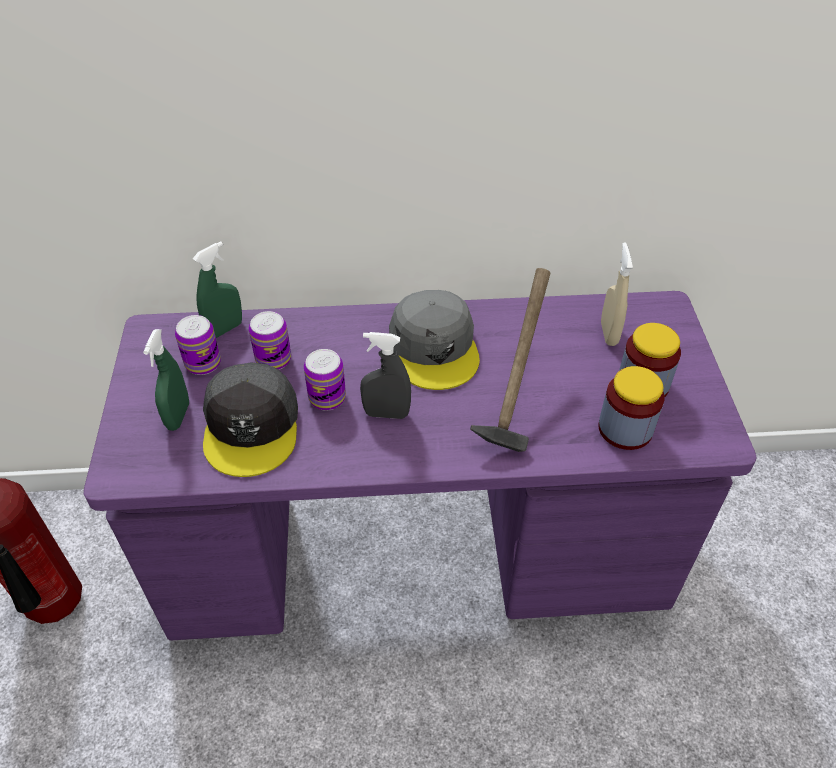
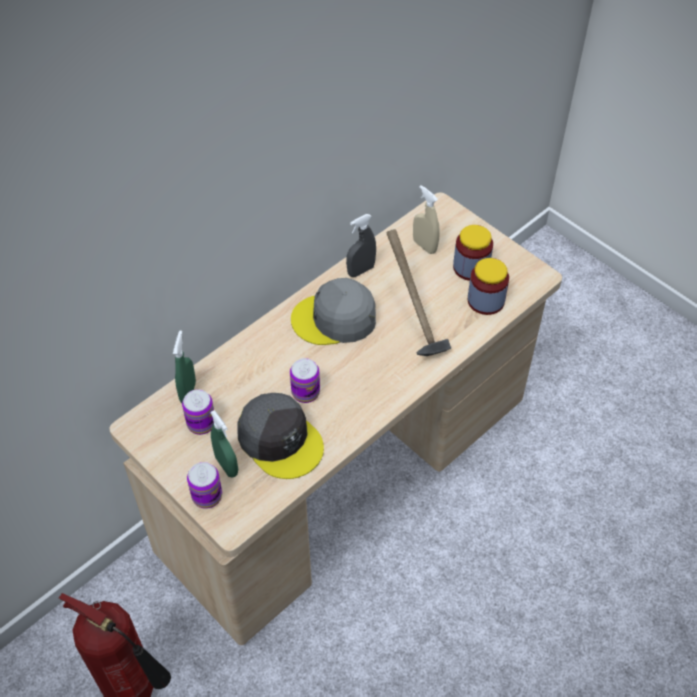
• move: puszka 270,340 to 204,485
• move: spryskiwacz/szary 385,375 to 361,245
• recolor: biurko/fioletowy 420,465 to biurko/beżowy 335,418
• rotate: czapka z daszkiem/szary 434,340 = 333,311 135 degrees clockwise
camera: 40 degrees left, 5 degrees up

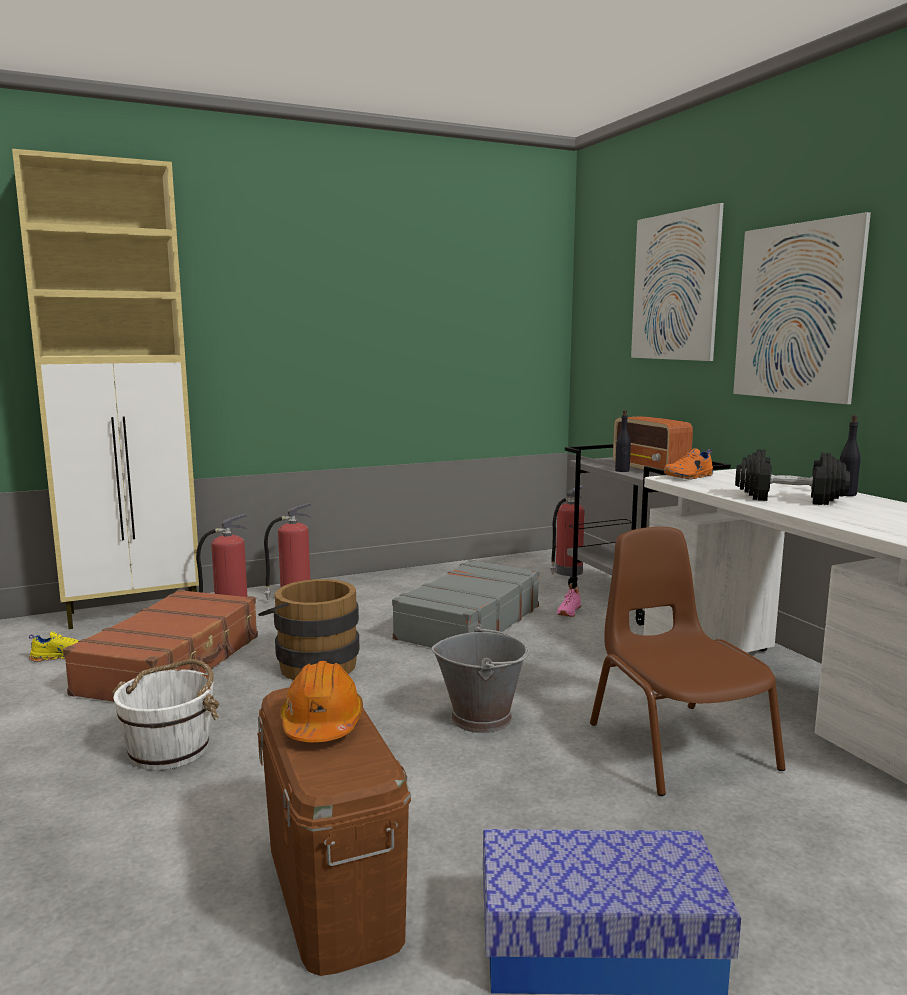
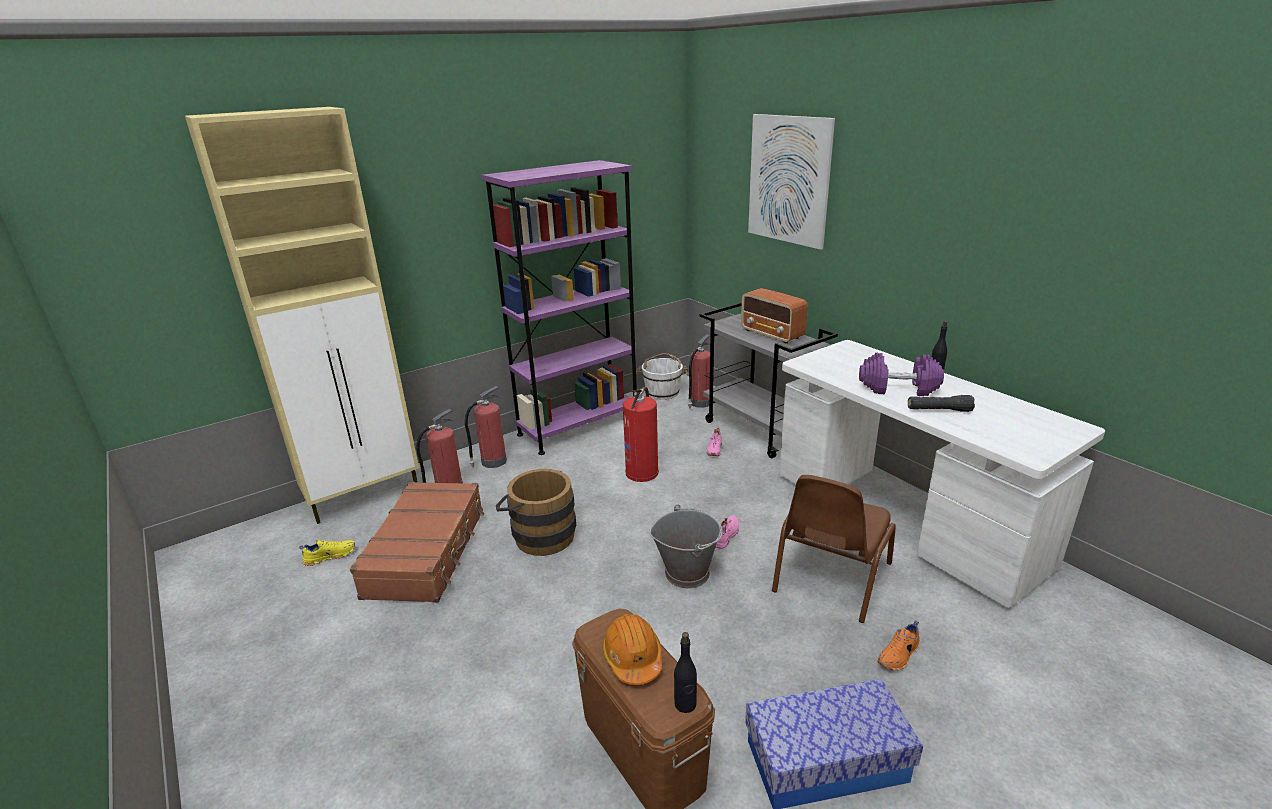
• delete: obraz 802,308
• insert: regał/fioletowy 559,307
• insert: but/różowy 727,532
• insert: latarka/czarny 941,403
• move: wiadro/biały 166,714 to 662,376
• move: butelka/czarny 623,441 to 685,672
• move: but/pomarańczowy 688,464 to 898,646
• replace: walizka/szary 465,603 to gaśnica 641,434
• recolor: hantel/czarny 792,477 to hantel/fioletowy 901,374
• rotate: krzesło/brązowy 687,661 = 834,549 120 degrees counterclockwise
camera: 10 degrees left, 15 degrees up

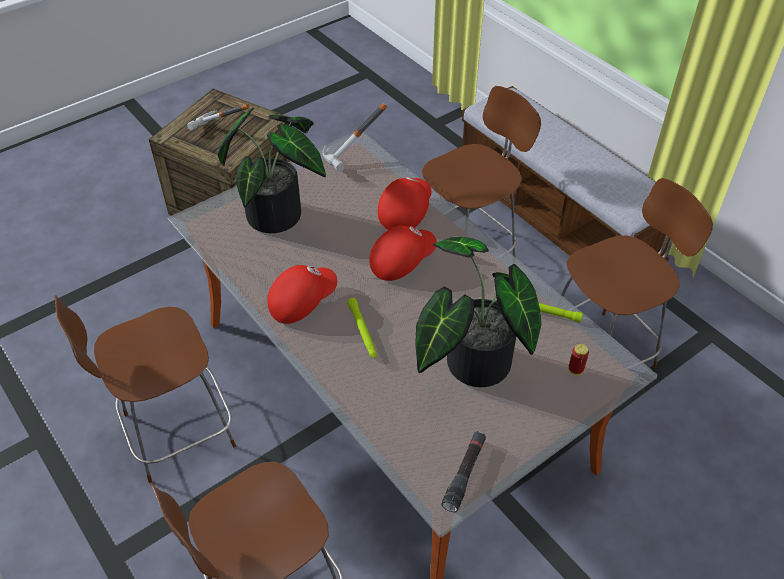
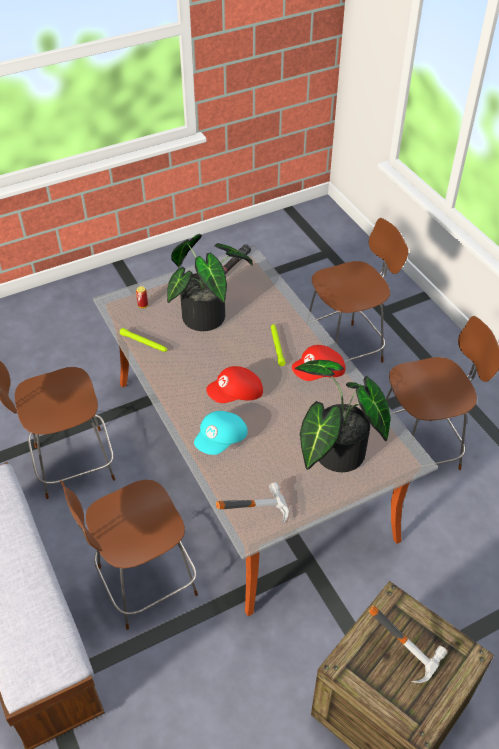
• recolor: czapka z daszkiem/czerwony 405,203 to czapka z daszkiem/turkusowy 221,433
camera: 170 degrees left, 0 degrees up

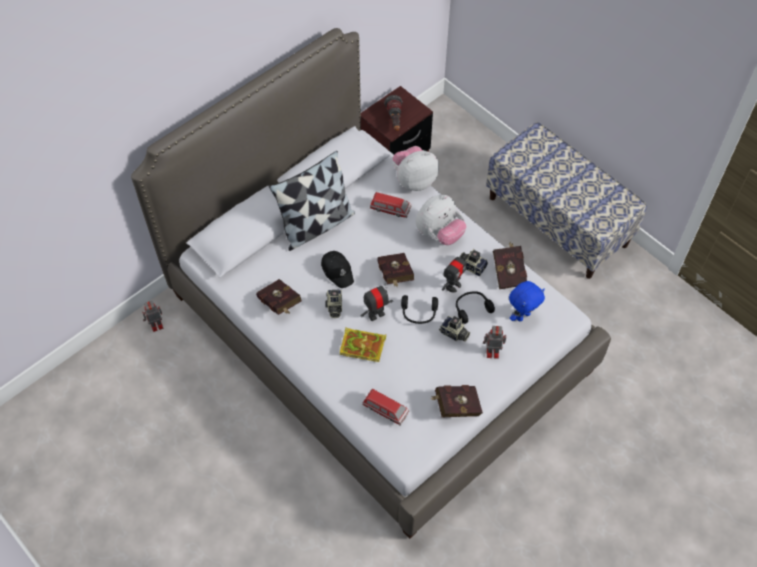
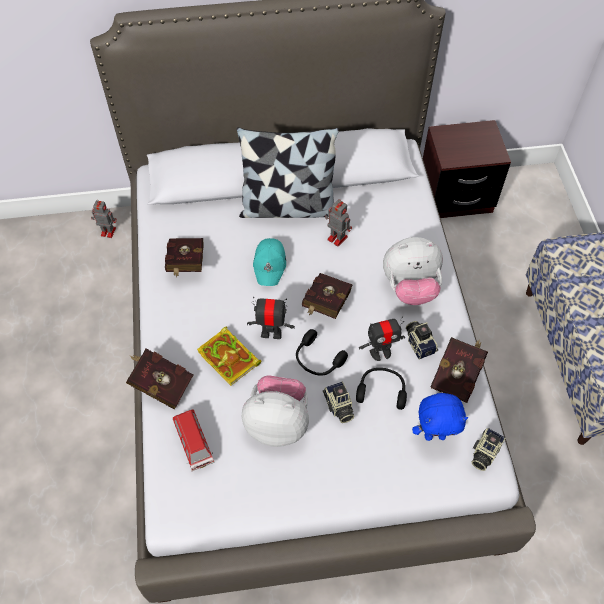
• delete: samochodzik 390,205
• delete: latarka 393,113
• move: aparat fotograficzny 334,303 to 489,449
• move: pluszak 416,168 to 275,411
• move: książka/czerwony 456,401 to 159,379
• move: robot zabawkowy 494,342 to 338,223
• recolor: czapka z daszkiem/czarny 337,269 to czapka z daszkiem/turkusowy 269,262
camera: 35 degrees right, 0 degrees up

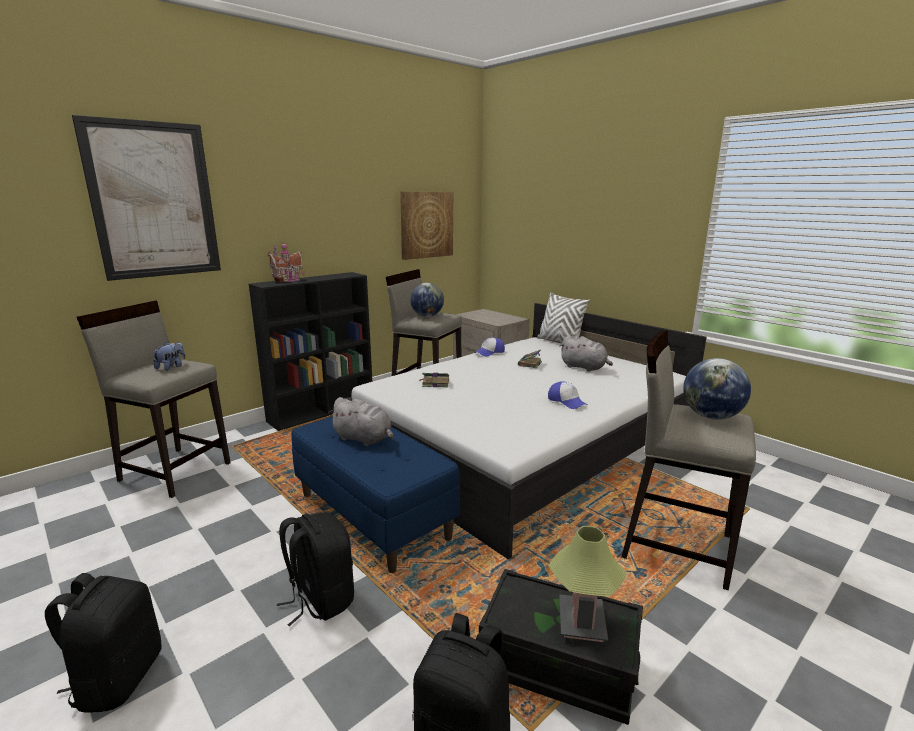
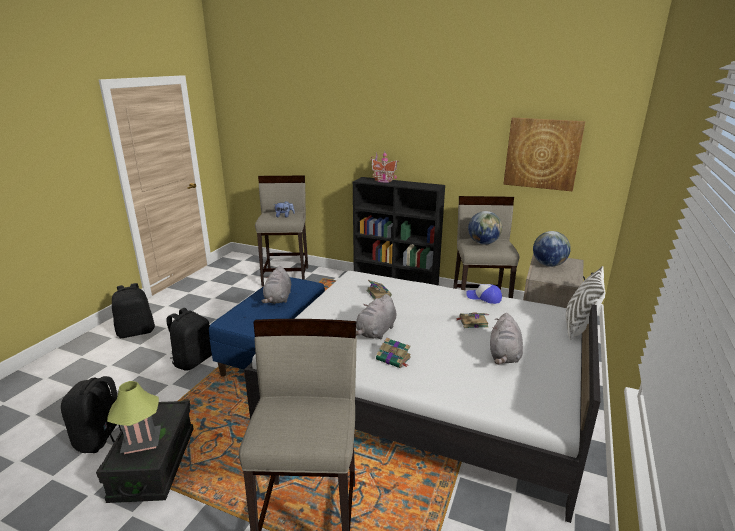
• delete: obraz 146,198
• insert: pluszak/szary 376,317
• move: globus 717,389 to 552,249
• replace: czapka z daszkiem 567,395 to książka 393,353
camera: 65 degrees right, 5 degrees up

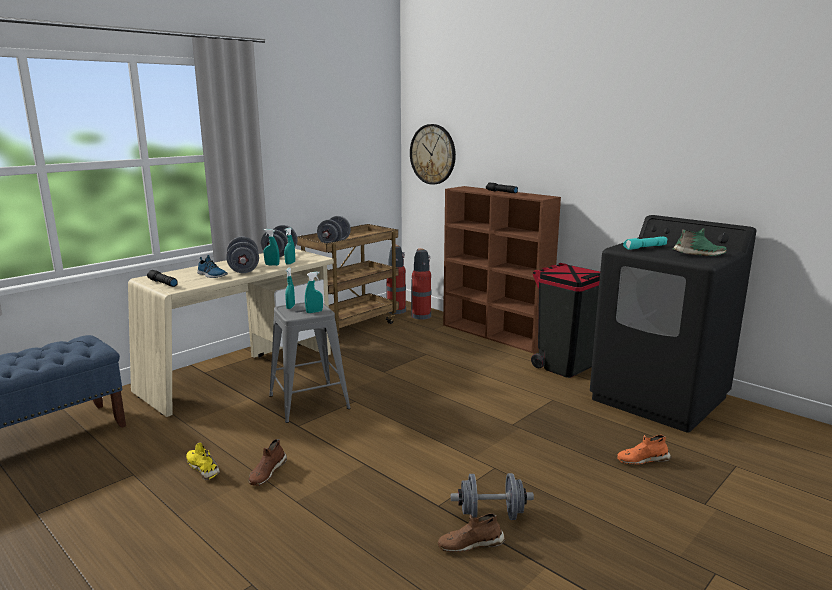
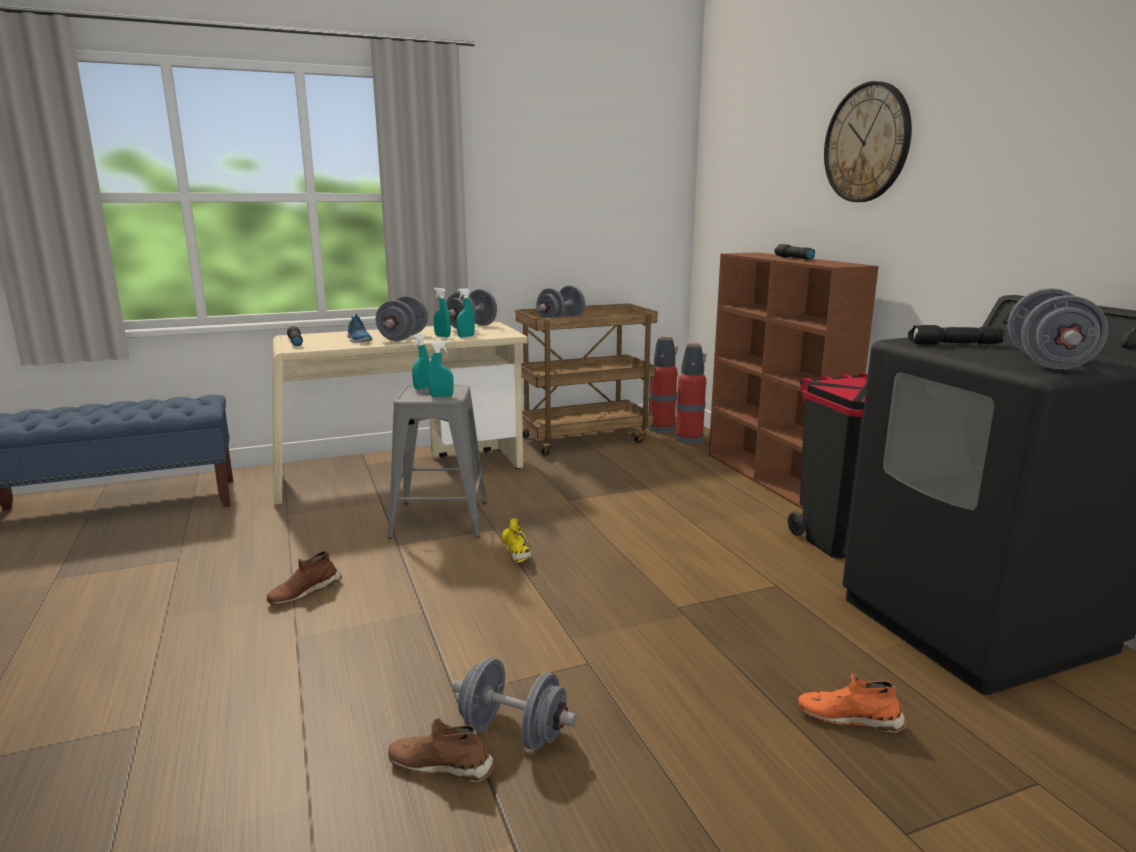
• move: but/żółty 203,461 to 517,540
• move: zegar ścienny 433,154 to 868,141
• replace: but/zielony 699,242 to hantel/szary 1057,328
• recolor: latarka/turkusowy 645,243 to latarka/czarny 956,335
camera: 25 degrees right, 0 degrees up

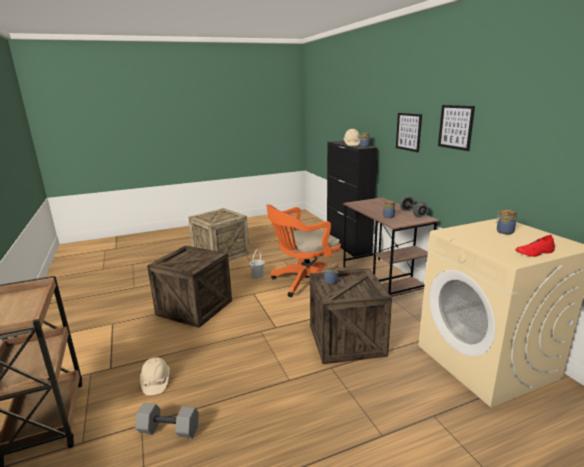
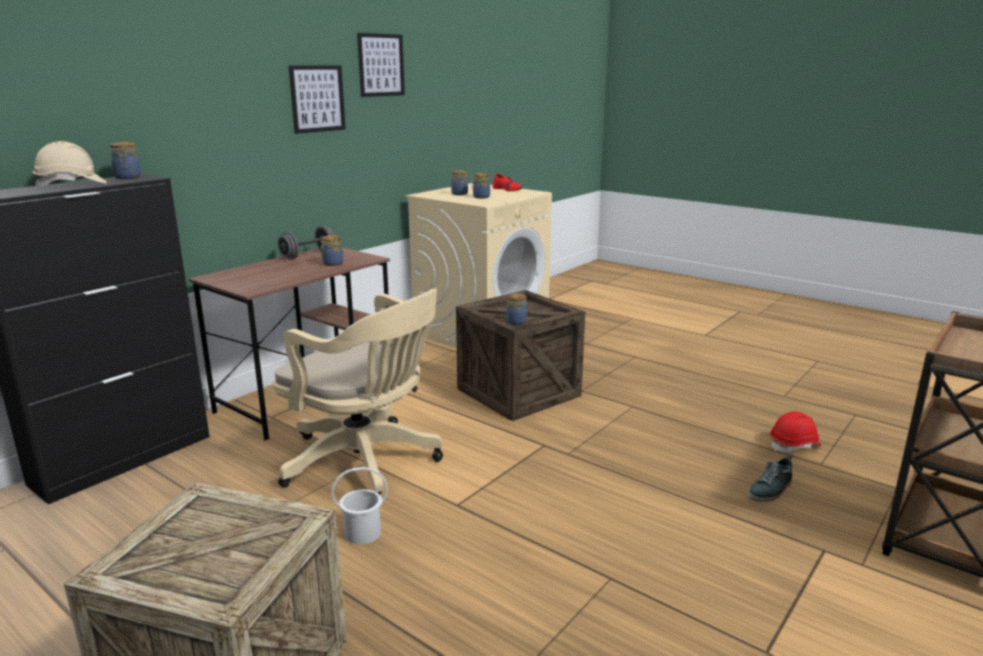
• delete: skrzynka 189,287
• insert: słoik 480,186
• move: obraz 409,132 to 381,65
• replace: hantel/szary 167,420 to kask/czerwony 796,431
• replace: kask/beżowy 155,376 to but 770,478
• recolor: krzesło biurowe/pomarańczowy 303,251 to krzesło biurowe/beżowy 357,391
camera: 120 degrees left, 0 degrees up

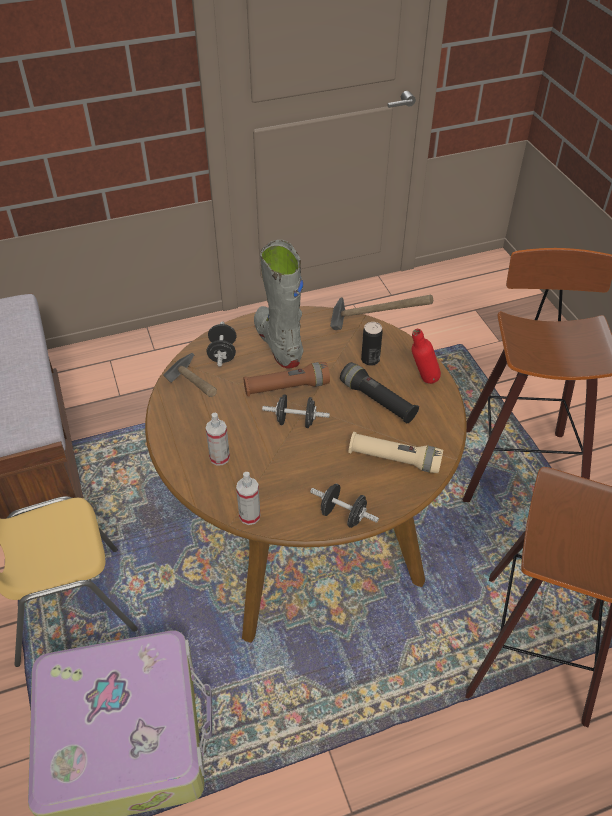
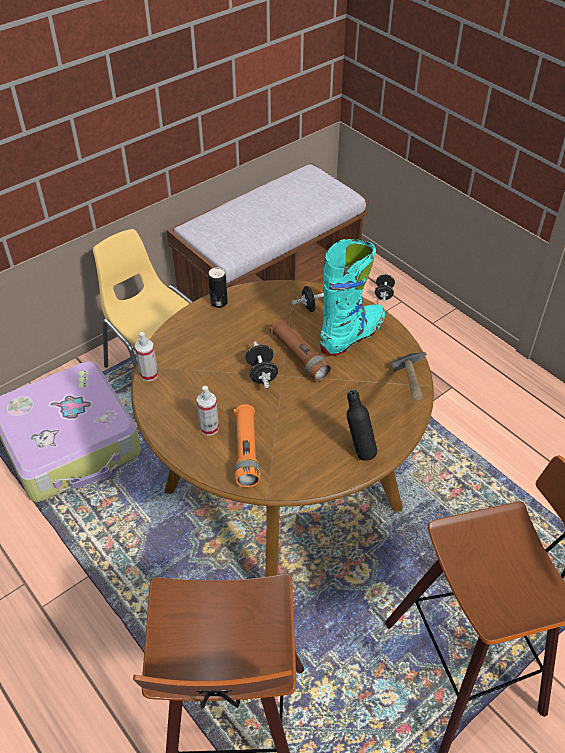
• delete: młotek 190,375
• delete: latarka/czarny 379,392
• move: spryskiwacz 217,439 to 208,411
• move: hantel/czarny 344,506 to 385,287
• move: puszka 372,344 to 218,287
• recolor: but z cholewką/szary 278,304 to but z cholewką/turkusowy 352,297
• recolor: latarka/beżowy 395,452 to latarka/pomarańczowy 247,445
• recolor: butelka/czerwony 426,356 to butelka/czarny 362,425
camera: 70 degrees right, 0 degrees up

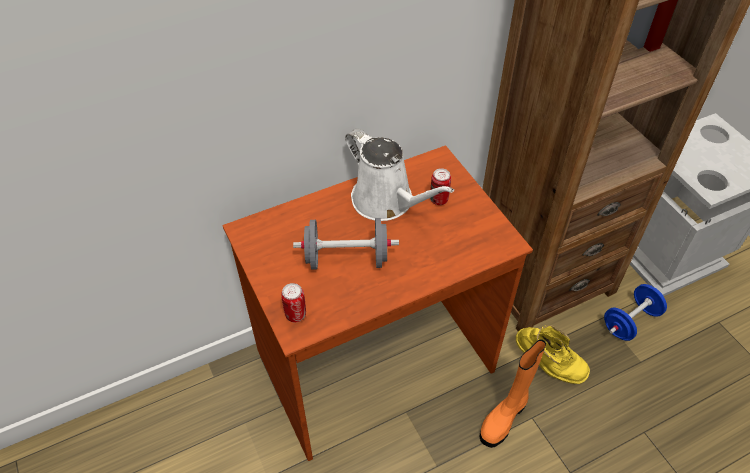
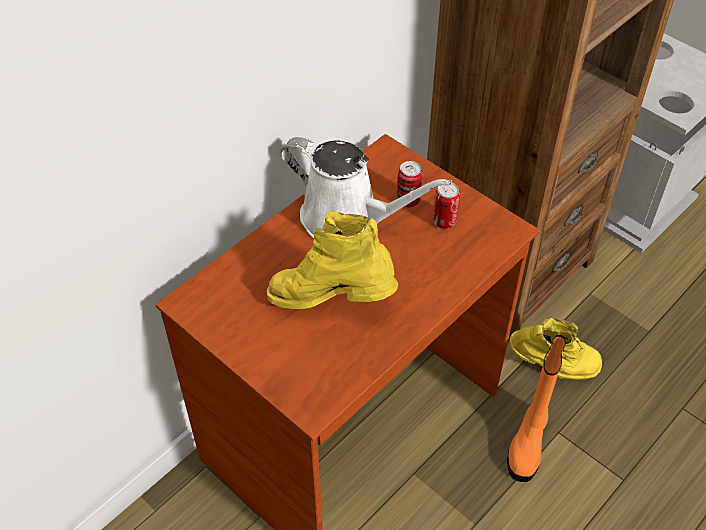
• delete: hantel/niebieski 635,312
• move: puszka 293,302 to 446,206
• replace: hantel/szary 346,244 to but z cholewką/żółty 332,260
camera: 20 degrees left, 0 degrees up

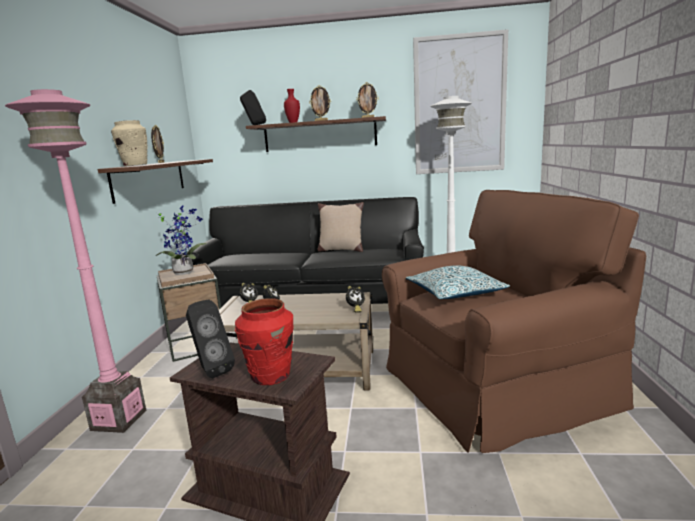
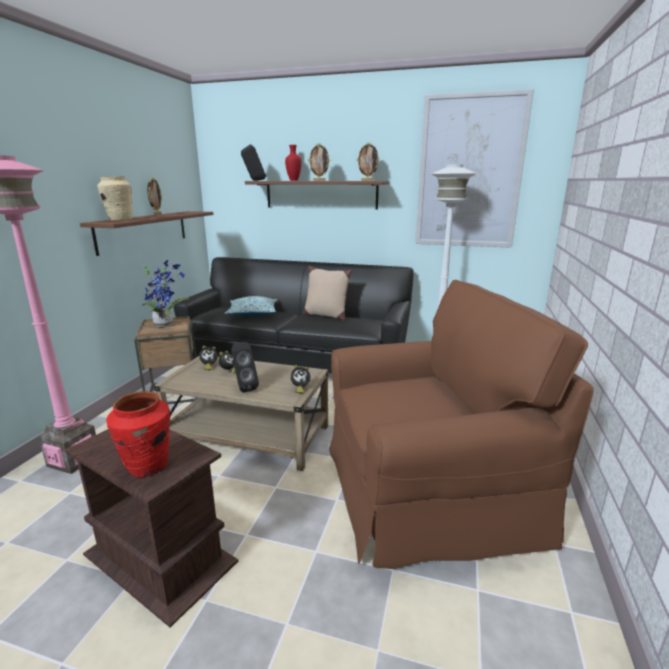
• move: głośnik/czarny 210,338 to 245,367
• move: poduszka 458,282 to 251,305
camera: 10 degrees right, 5 degrees up

